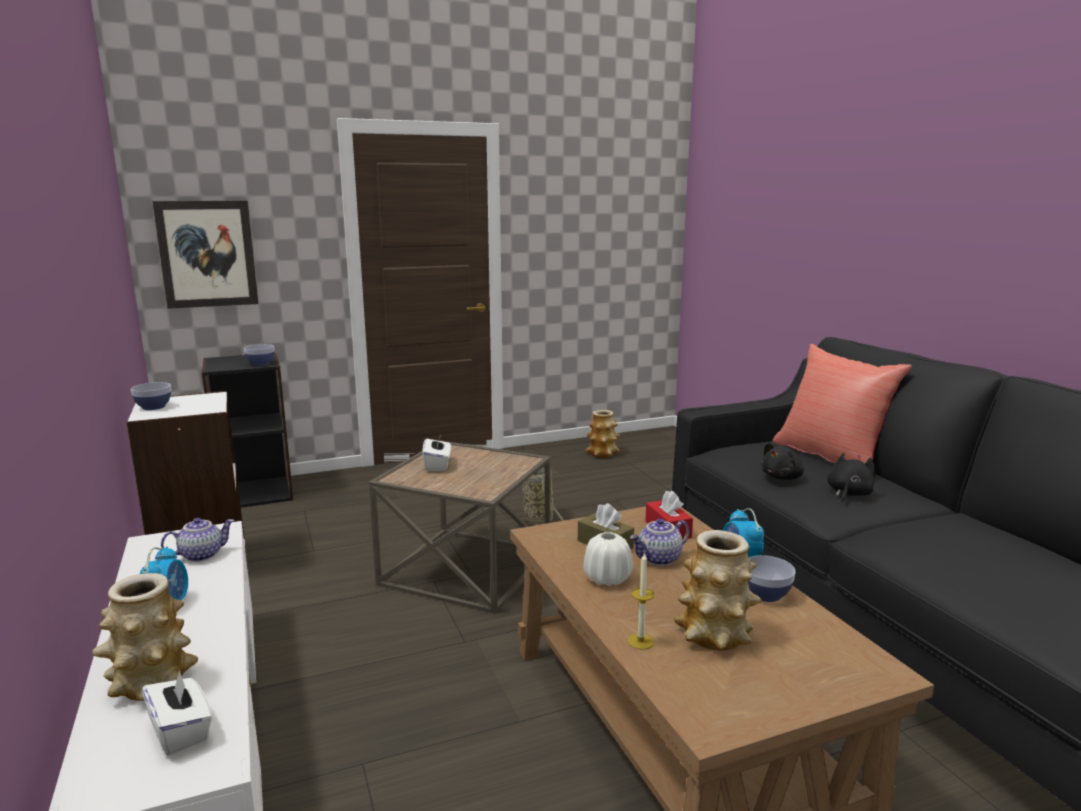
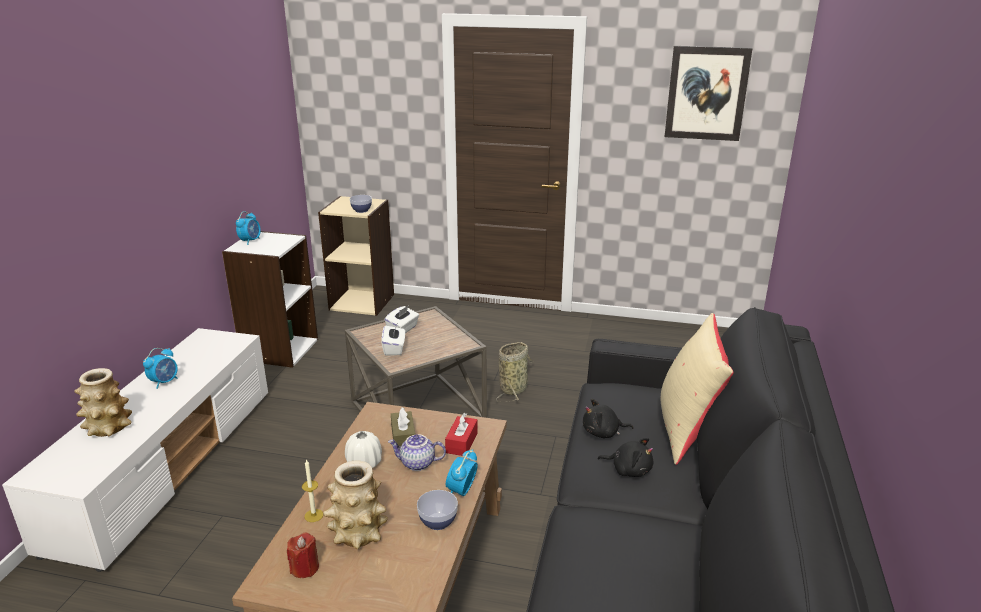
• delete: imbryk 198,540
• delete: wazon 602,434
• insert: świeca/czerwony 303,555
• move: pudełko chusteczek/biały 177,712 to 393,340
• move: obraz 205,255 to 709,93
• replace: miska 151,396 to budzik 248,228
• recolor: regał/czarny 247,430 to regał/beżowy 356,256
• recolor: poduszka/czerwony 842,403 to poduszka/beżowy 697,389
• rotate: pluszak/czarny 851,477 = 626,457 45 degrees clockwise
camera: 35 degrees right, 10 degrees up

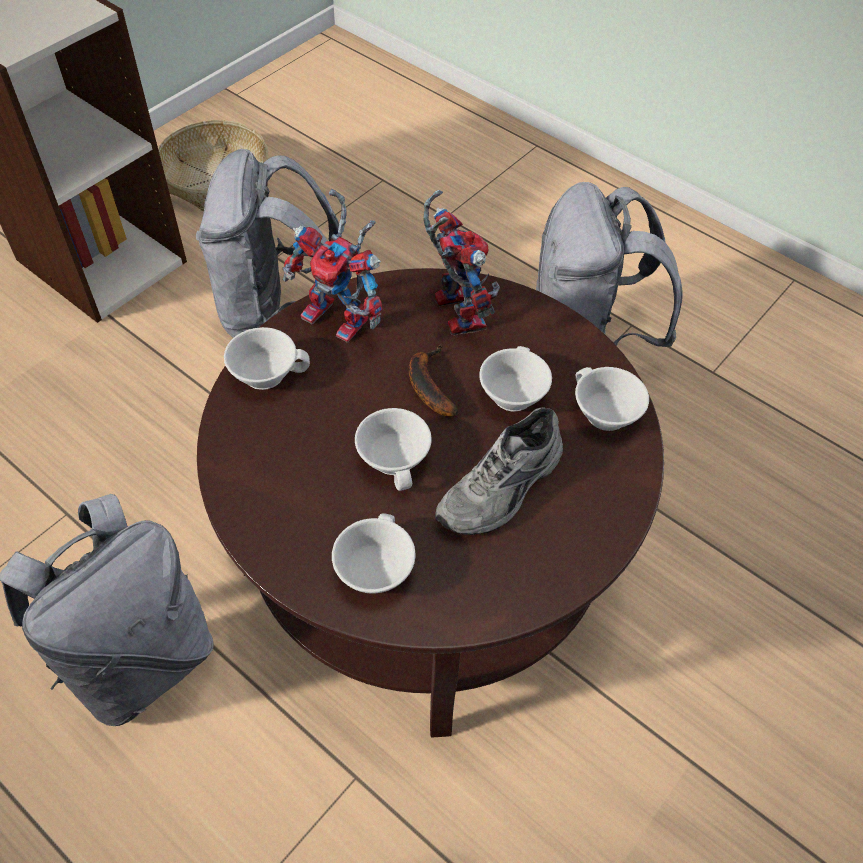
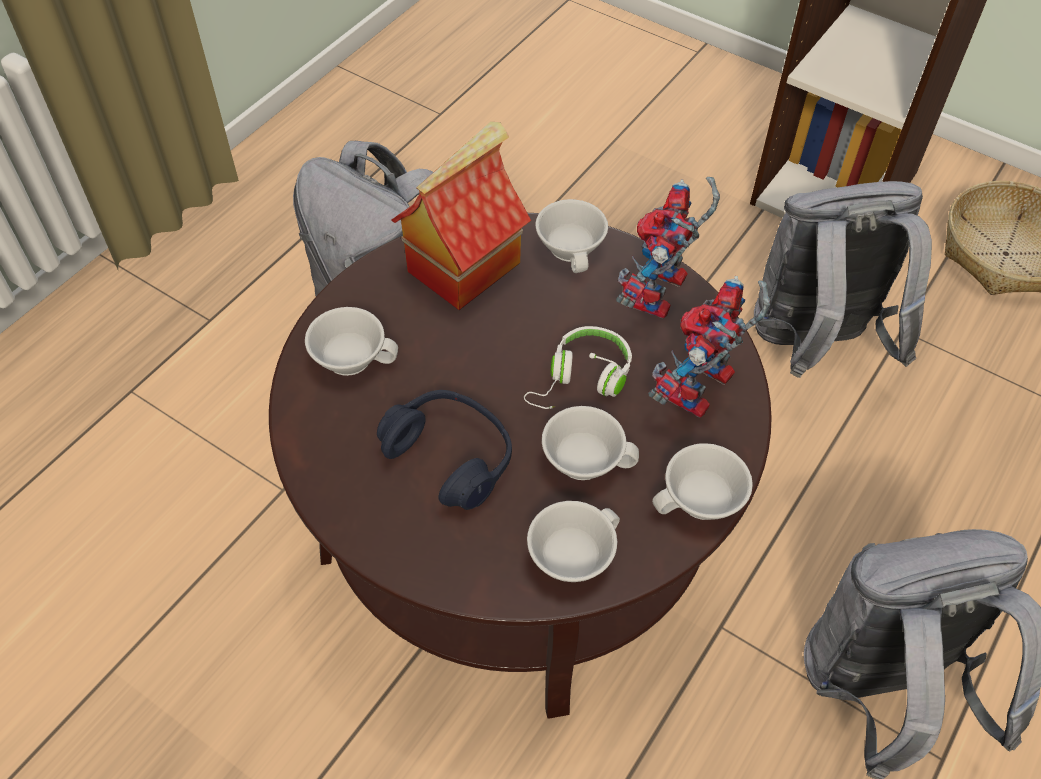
• insert: domek 461,215
• move: filiżanka/biały 393,449 to 702,481
• replace: banan 433,380 to słuchawki/biały 578,367
• replace: but/szary 499,471 to słuchawki/niebieski 444,450
• rotate: robot zabawkowy 461,262 = 709,347 150 degrees clockwise
camera: 85 degrees right, 0 degrees up

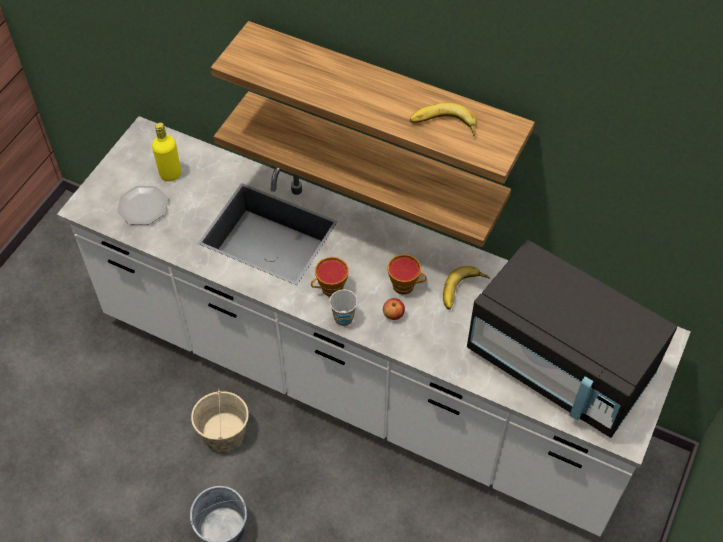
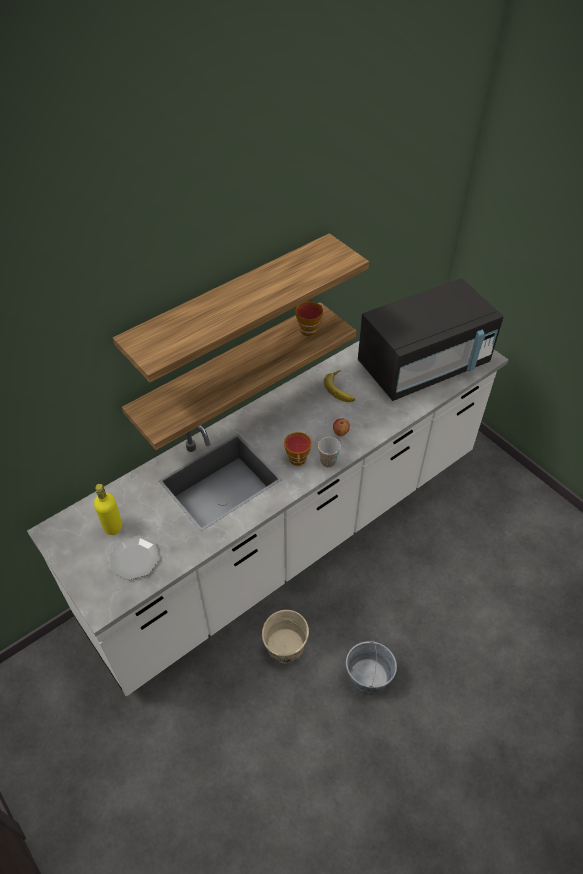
• delete: banan 443,119
• move: filiżanka 407,274 to 309,319
camera: 65 degrees left, 5 degrees down

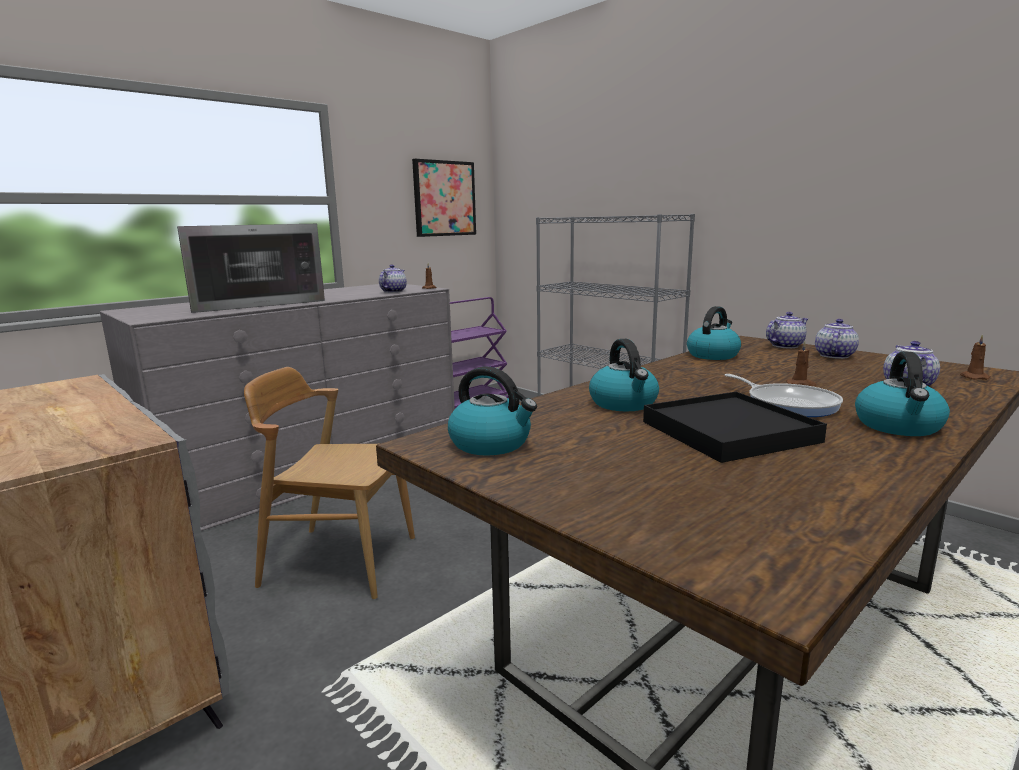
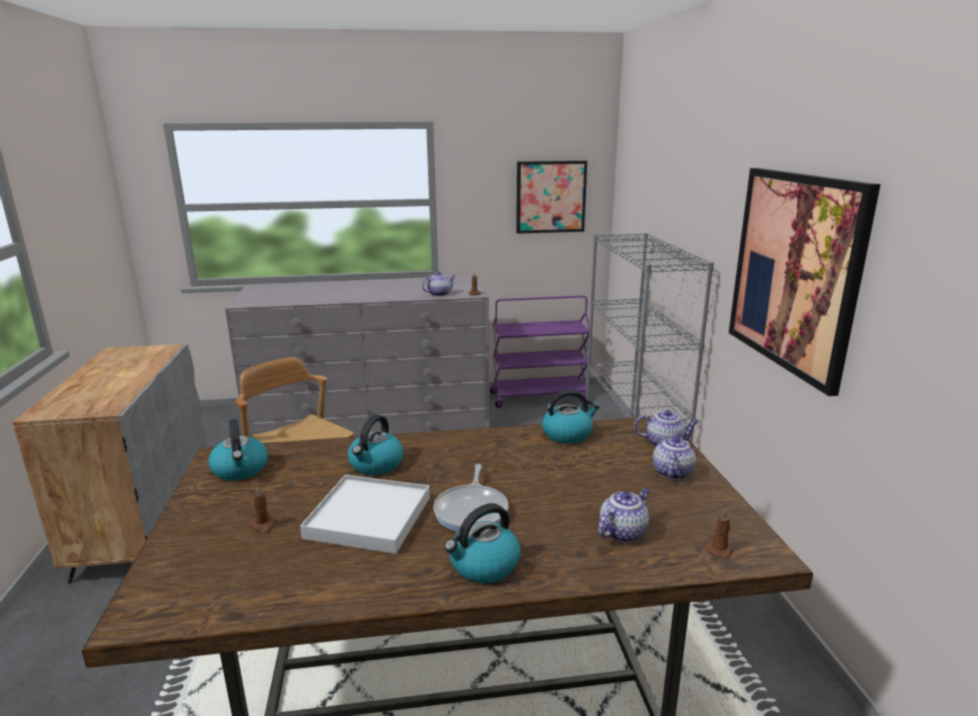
• delete: mikrofalówka 251,268
• insert: obraz 805,282
• move: świeca/brązowy 801,363 to 262,510
• recolor: taca/czarny 735,427 to taca/biały 365,514
• rotate: imbryk 837,339 = 674,456 45 degrees counterclockwise
camera: 35 degrees right, 5 degrees up

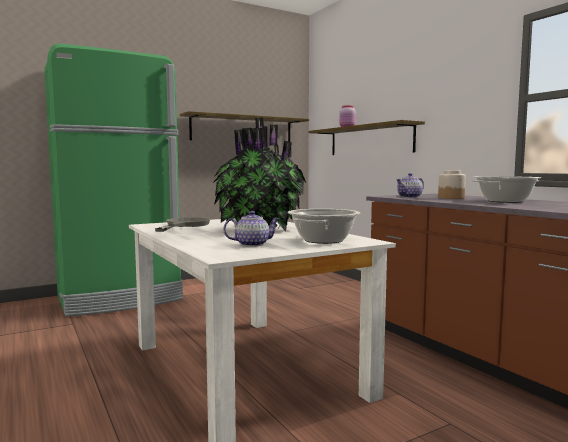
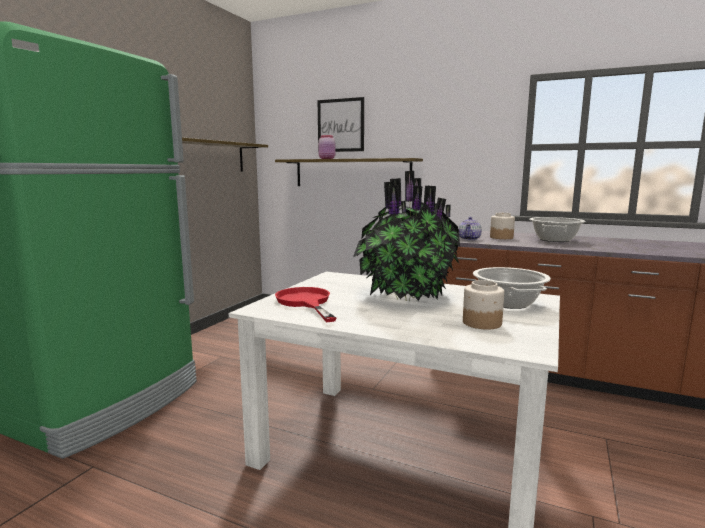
• insert: obraz 341,124
• replace: imbryk 251,229 to słoik 483,305
• recolor: patelnia/szary 183,224 to patelnia/czerwony 305,304
camera: 35 degrees left, 5 degrees up

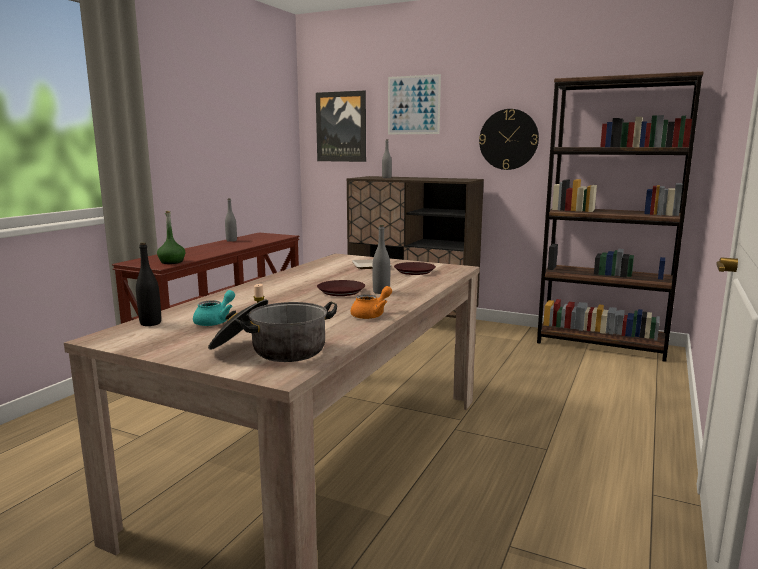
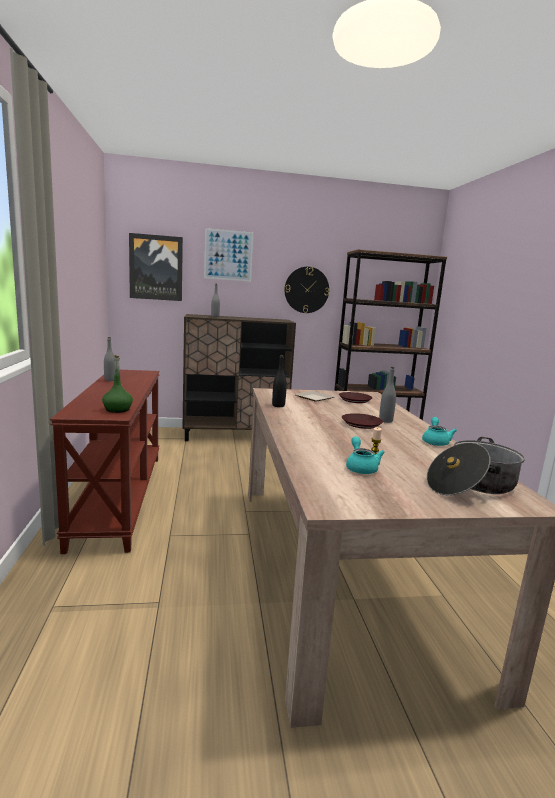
• move: butelka/czarny 148,284 to 279,381
• recolor: imbryk/pomarańczowy 371,302 to imbryk/turkusowy 439,431
camera: 35 degrees left, 0 degrees up

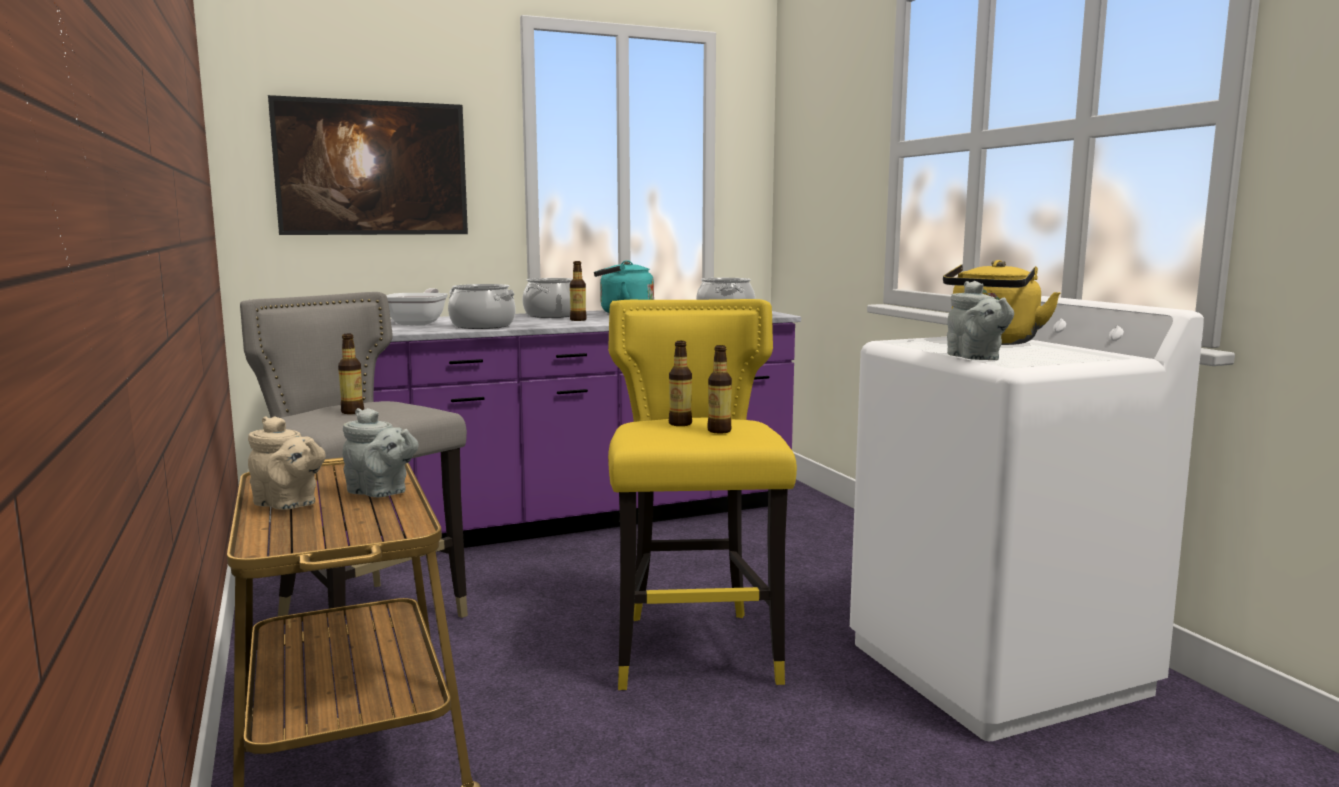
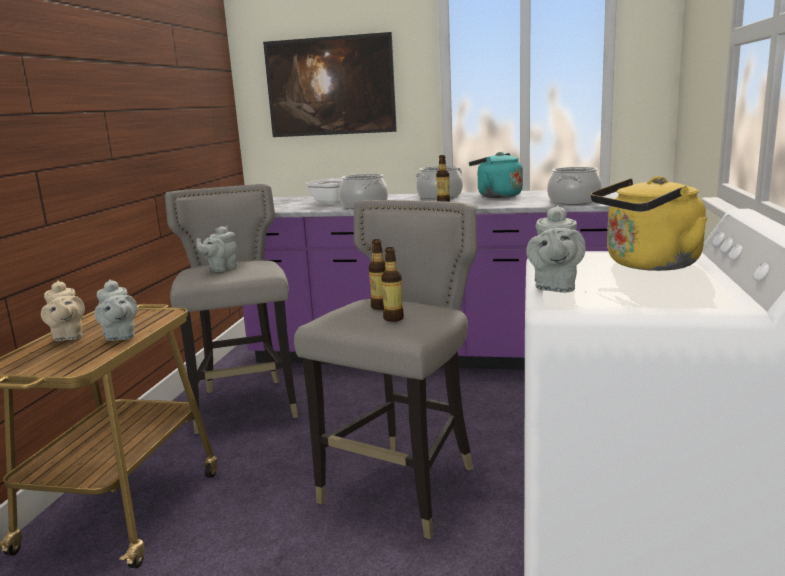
• replace: butelka 351,374 to imbryk/szary 216,249
• recolor: stołek/żółty 702,494 to stołek/szary 385,370
camera: 35 degrees right, 5 degrees up

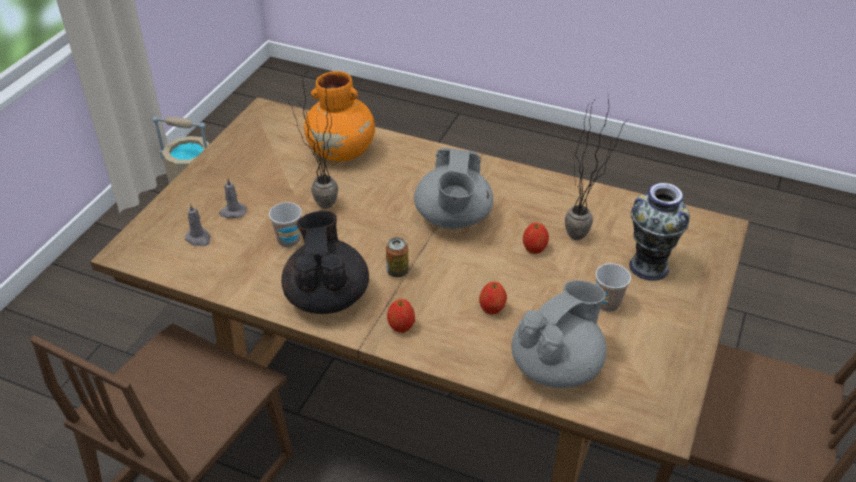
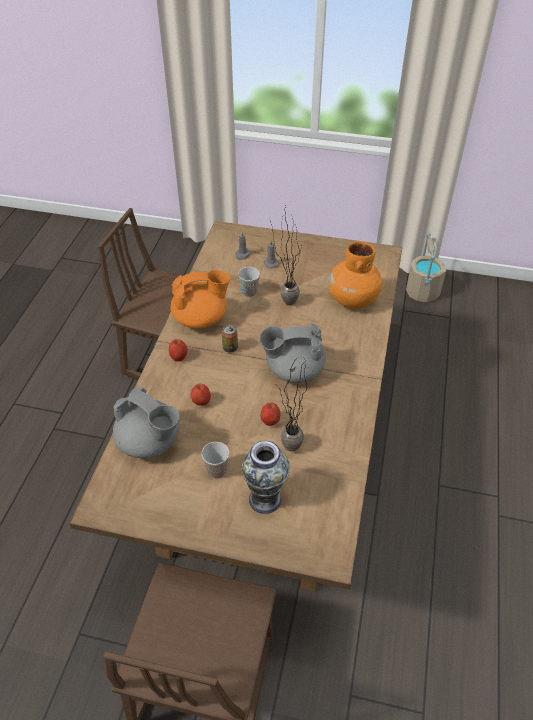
• recolor: imbryk/czarny 325,262 to imbryk/pomarańczowy 200,299
camera: 80 degrees right, 5 degrees up

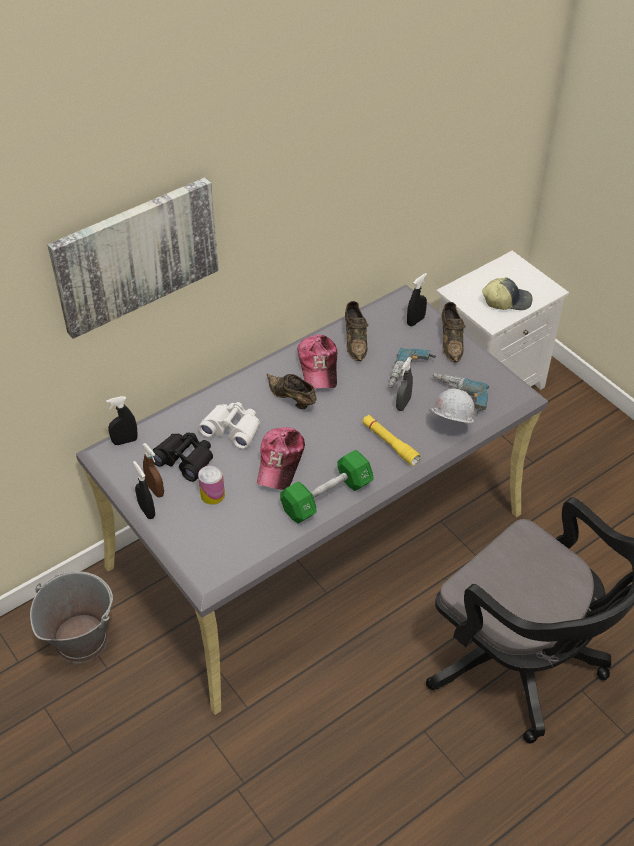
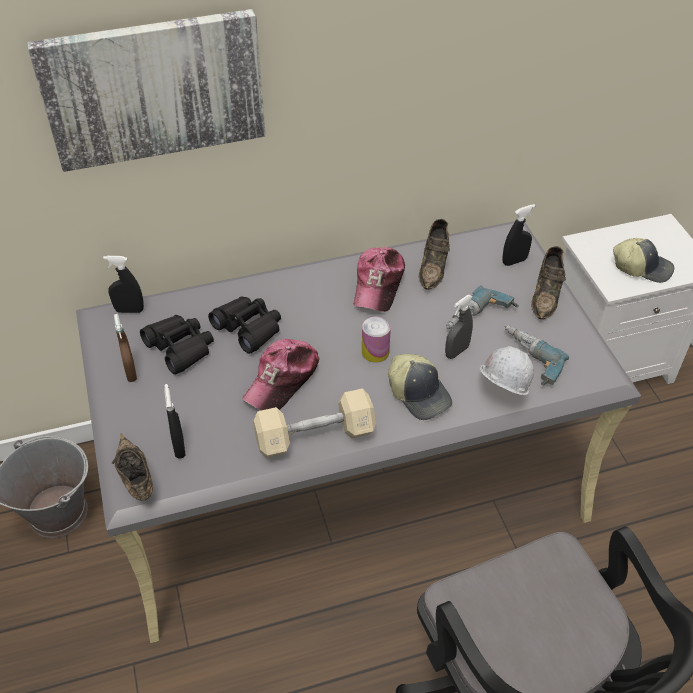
• move: spryskiwacz/czarny 144,490 to 175,421
• move: puszka 211,485 to 376,339
• move: but/brązowy 292,391 to 132,467
• replace: latarka/żółty 391,440 to czapka z daszkiem 420,387
• recolor: lornetka/biały 229,425 to lornetka/czarny 244,325
• recolor: hantel/zielony 327,487 to hantel/beżowy 314,423
camera: 20 degrees right, 0 degrees up

